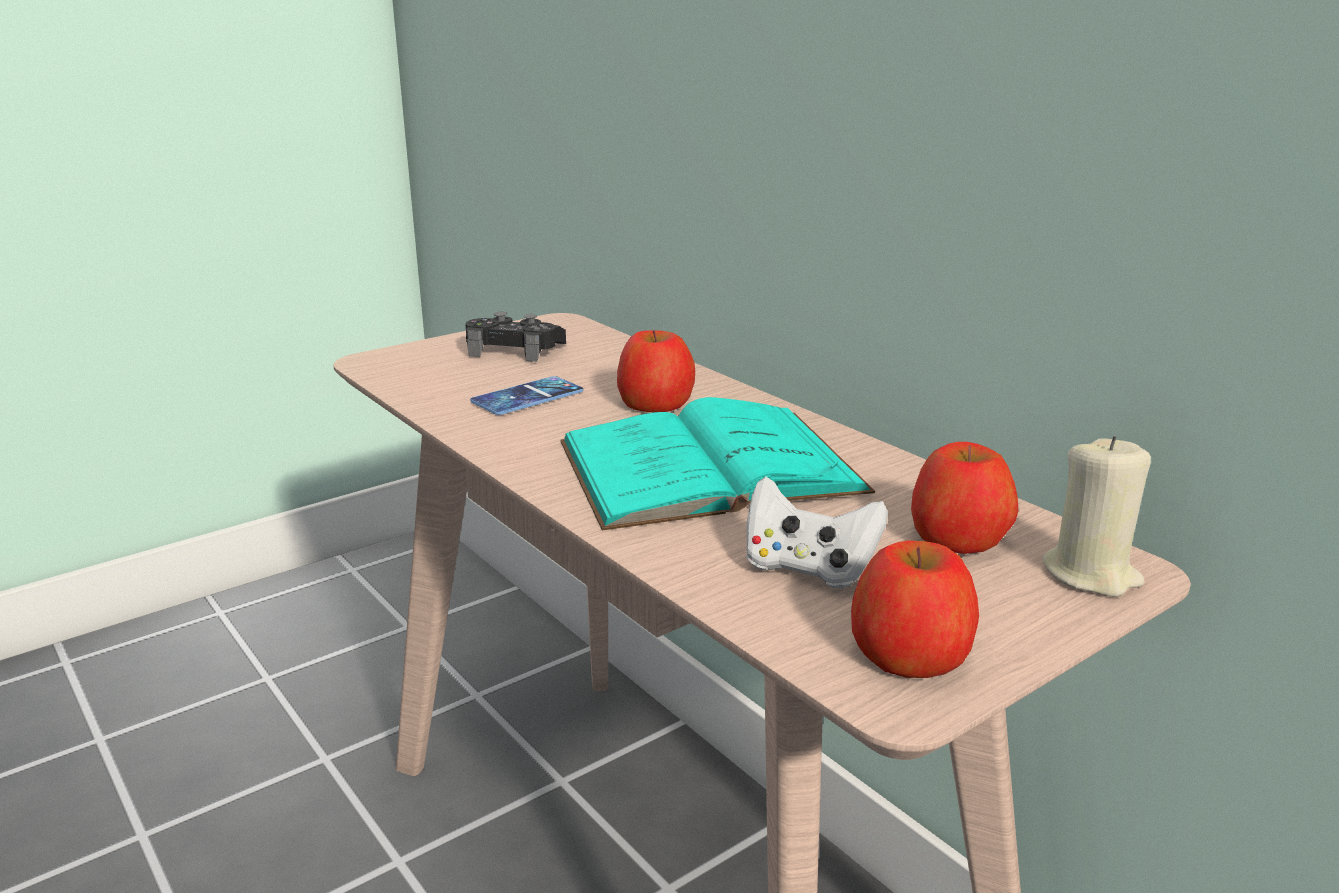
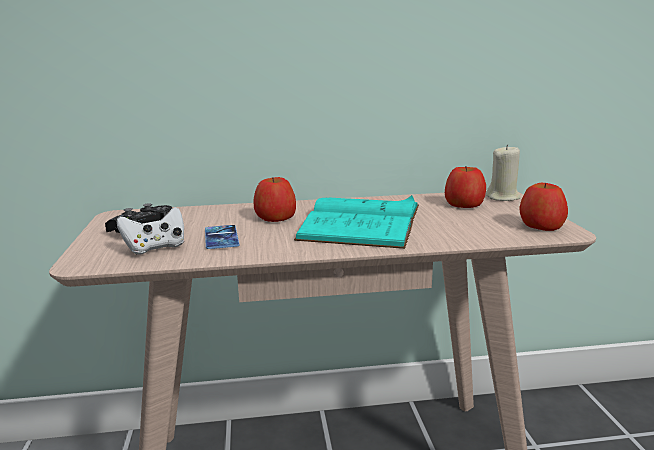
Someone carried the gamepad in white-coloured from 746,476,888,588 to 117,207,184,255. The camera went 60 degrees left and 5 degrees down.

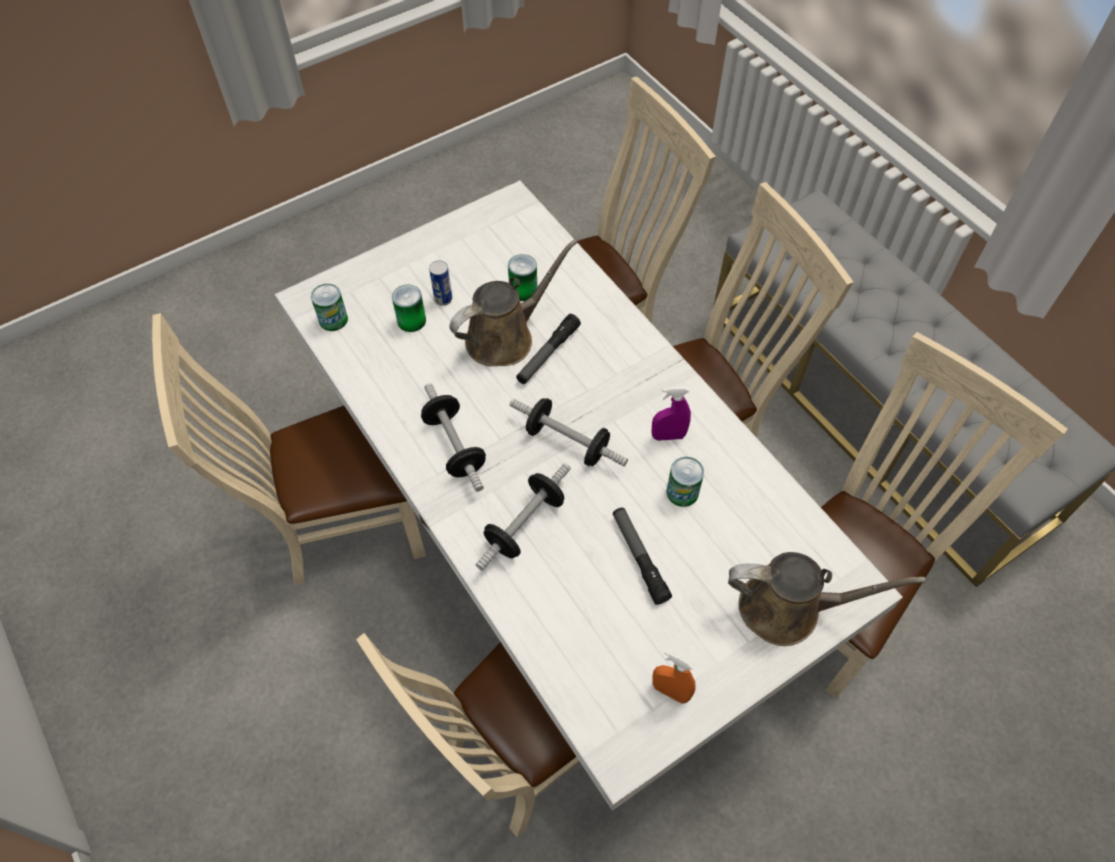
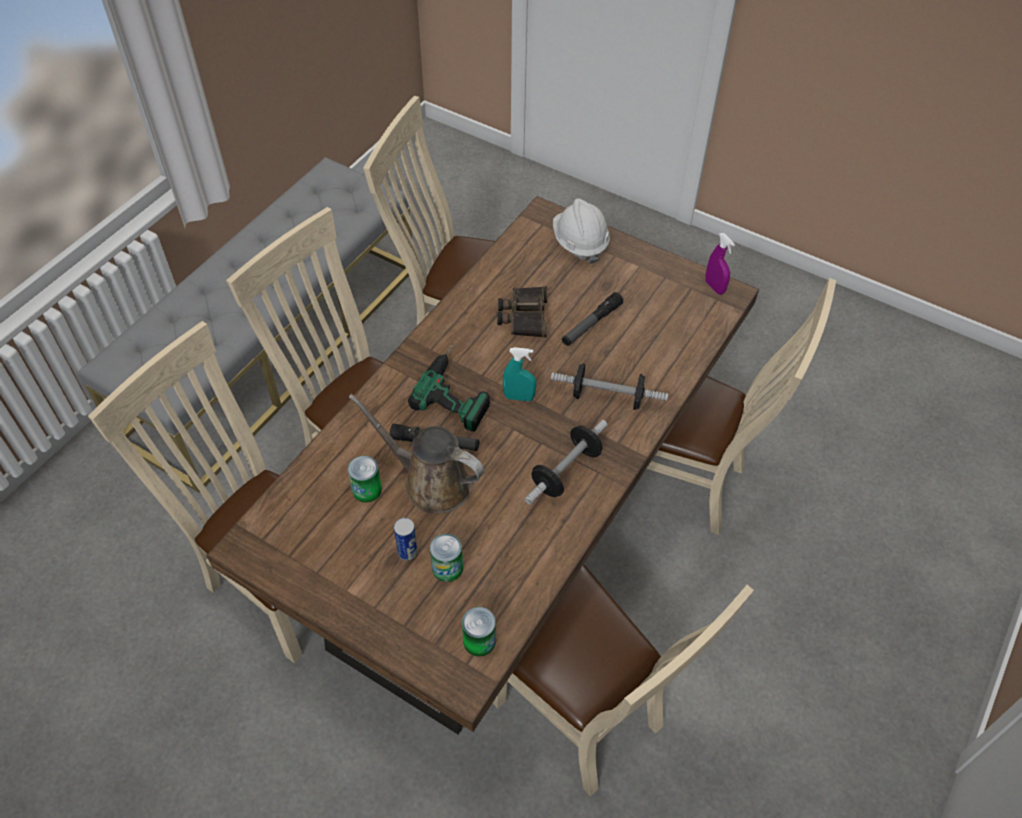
Someone repainted the dining table in white-coloured at 275,180,903,811, which became the dining table in brown-coloured at 206,196,759,734. Someone swapped the hand weight at 510,398,628,467 for the hand sprayer in turquoise at 503,347,536,401. Someone carried the hand sprayer in purplish from 652,387,691,441 to 705,233,735,295. Someone took away the hand sprayer in orange-coloured at 652,650,696,704. Someone swapped the can at 667,457,704,507 for the binoculars at 497,286,548,338. Someone swapped the watering pot in brown-coloured at 728,552,926,646 for the work helmet in white-coloured at 553,198,610,264. Someone put down the power drill at 408,345,490,431. The camera went 115 degrees left and 5 degrees down.

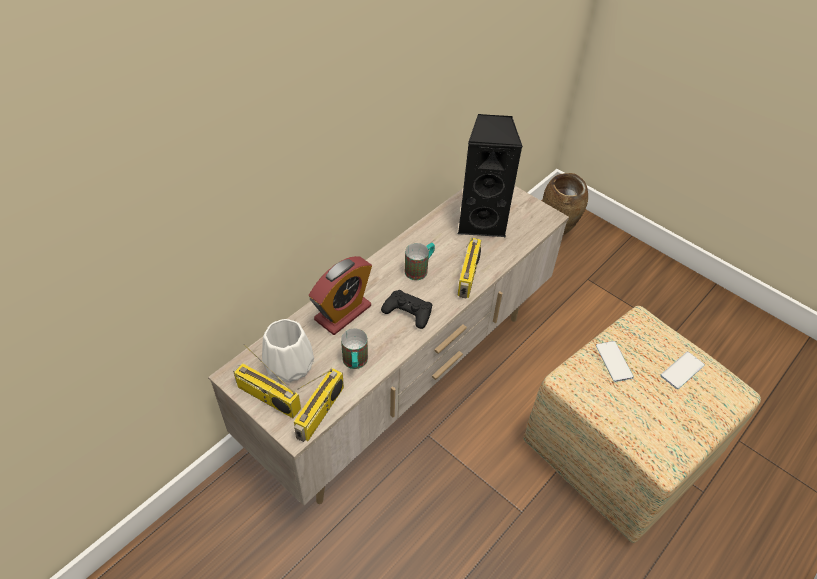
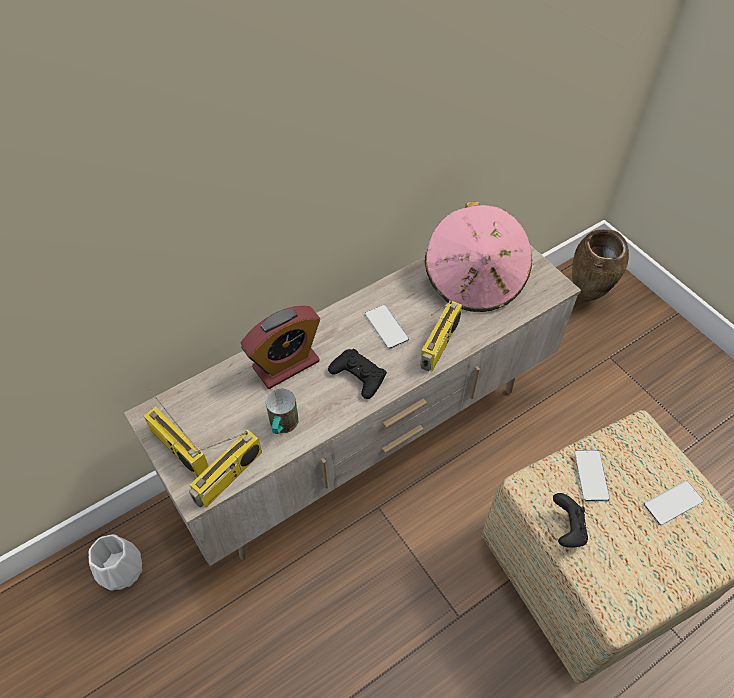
Someone carried the flower vase in white-coloured from 262,319,314,383 to 88,534,143,591. Someone swapped the mug at 405,243,435,280 for the telephone at 365,305,409,349. Someone swapped the audio speaker in black-coloured at 458,114,523,237 for the clothing hat in pink-coloured at 425,201,532,312. Someone put down the gamepad in black-coloured at 553,493,588,548. The camera went 15 degrees right and 5 degrees up.

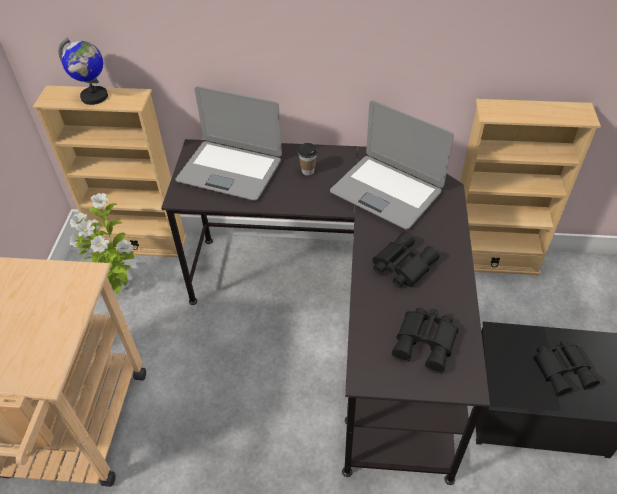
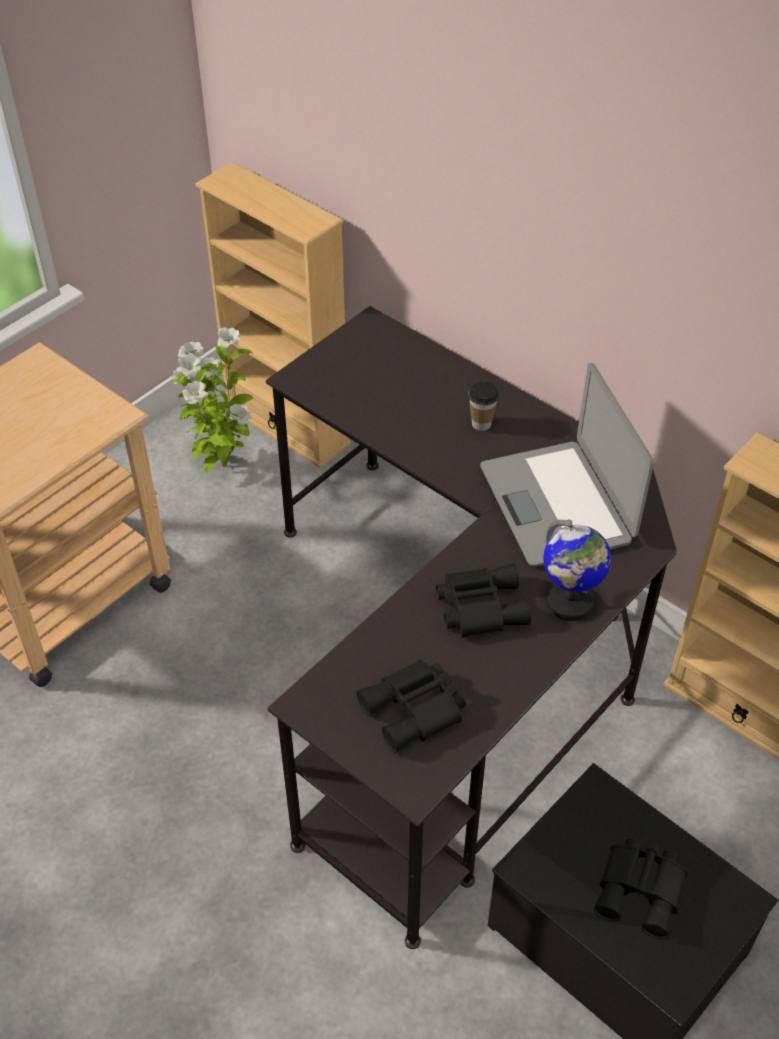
Someone carried the world globe from 58,37,108,105 to 543,520,611,621. Someone took away the portable computer at 175,86,282,201. The camera went 35 degrees right and 0 degrees up.

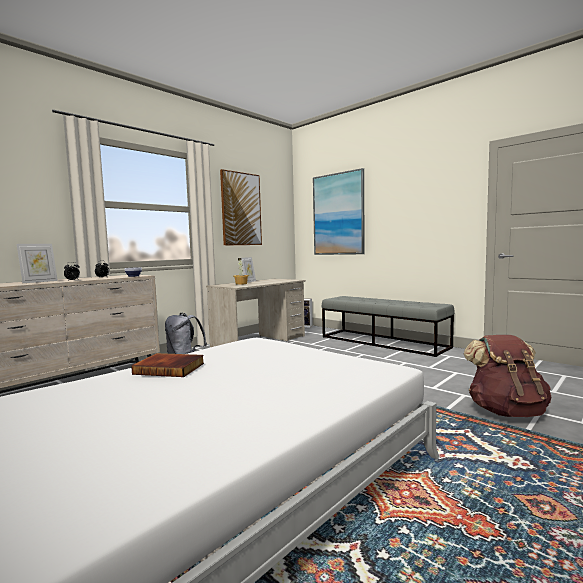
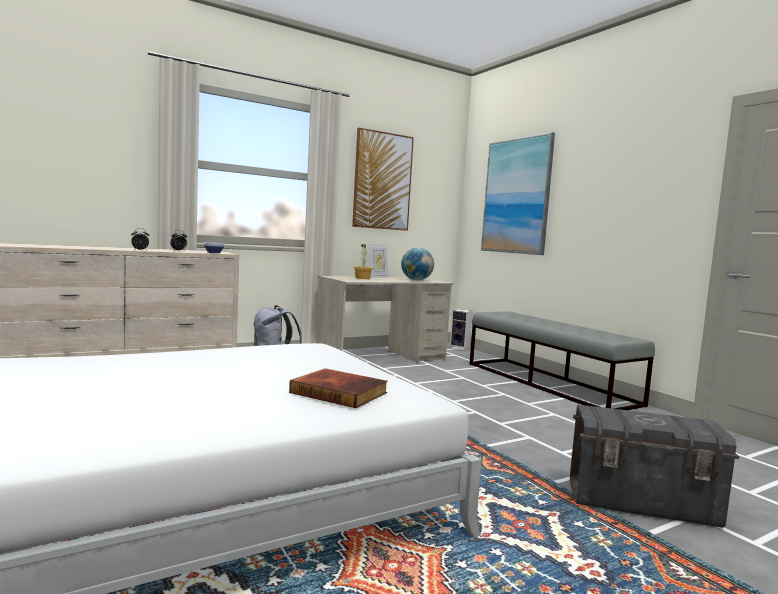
Someone took away the standing frame at 17,244,58,283. Someone carried the book from 131,353,204,377 to 289,368,388,408. Someone swapped the knapsack in brown-coloured at 464,335,551,417 for the storage box in greyish at 570,405,739,528. Someone put down the world globe at 401,247,434,280. The camera went 15 degrees right and 0 degrees up.

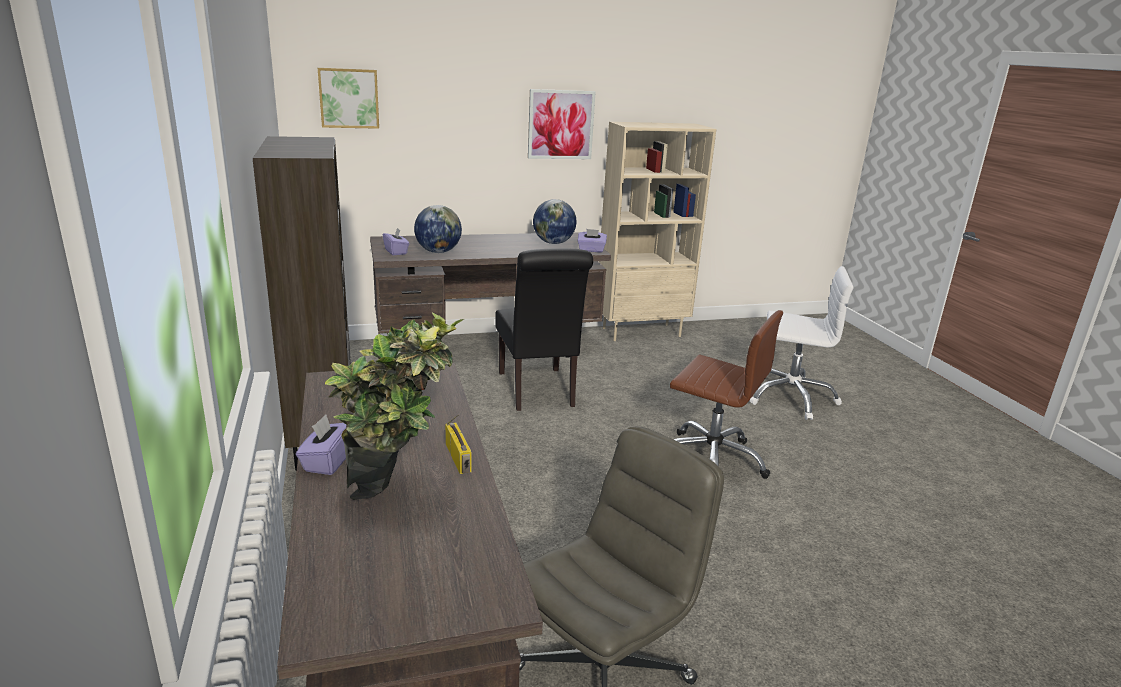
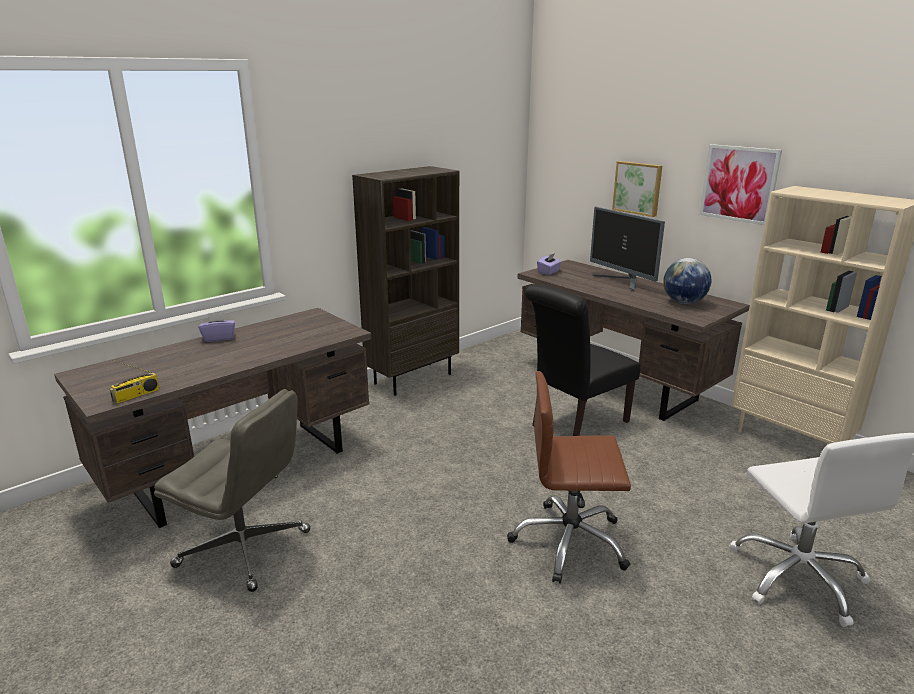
Someone carried the picture from 318,68,379,129 to 612,161,662,217. Someone took away the plant in a pot at 325,313,464,500. Someone took away the world globe at 414,205,462,253. Someone carried the radio from 445,414,471,474 to 109,360,160,404. Someone took away the tissue box in purplish at 578,229,607,252. Someone rotated the desk chair in brown-coloured at 670,310,783,479 by 90 degrees clockwise. Someone put down the computer display at 590,207,665,291. The camera went 65 degrees right and 0 degrees up.

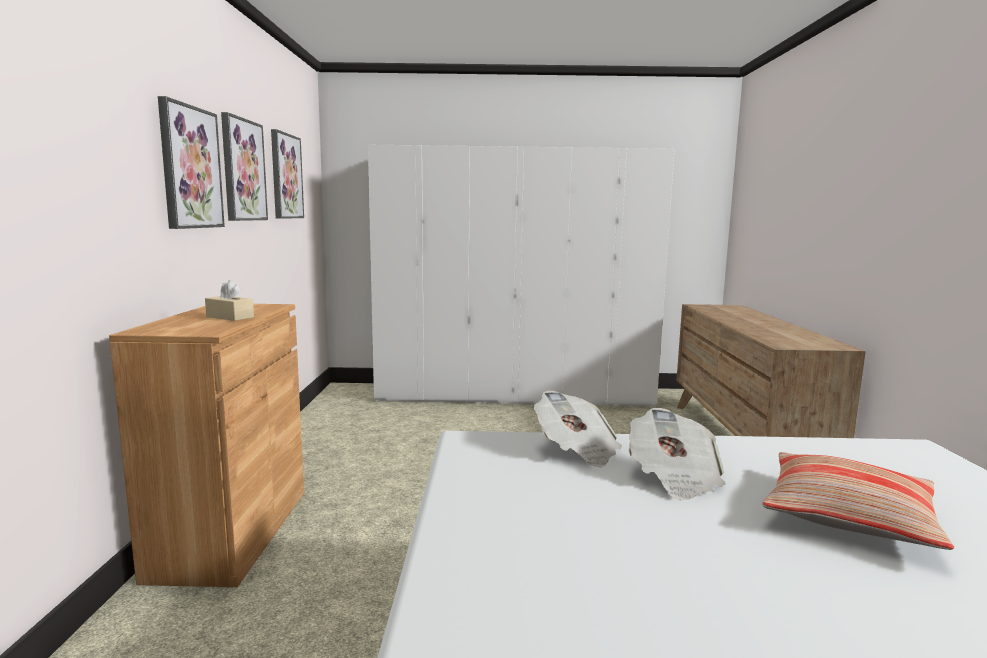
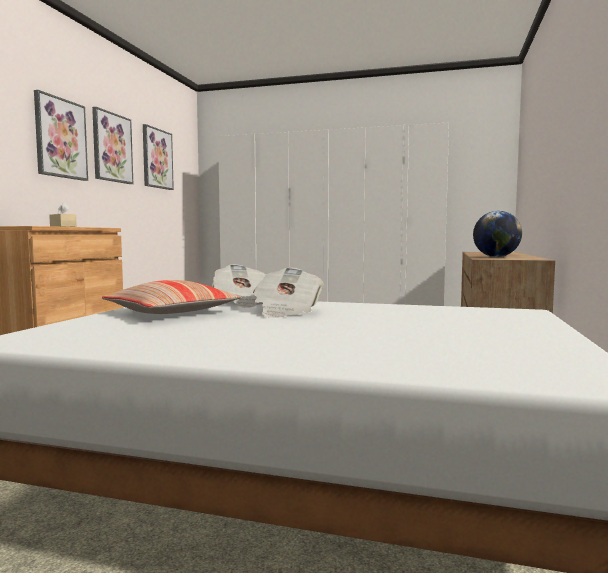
Someone carried the throw pillow from 762,452,954,550 to 102,280,242,314. Someone put down the world globe at 473,211,522,257. The camera went 15 degrees right and 5 degrees down.

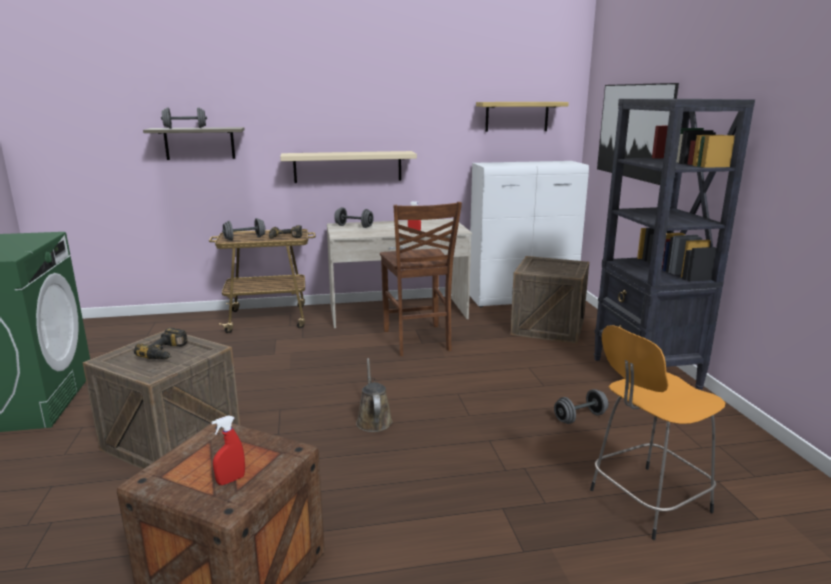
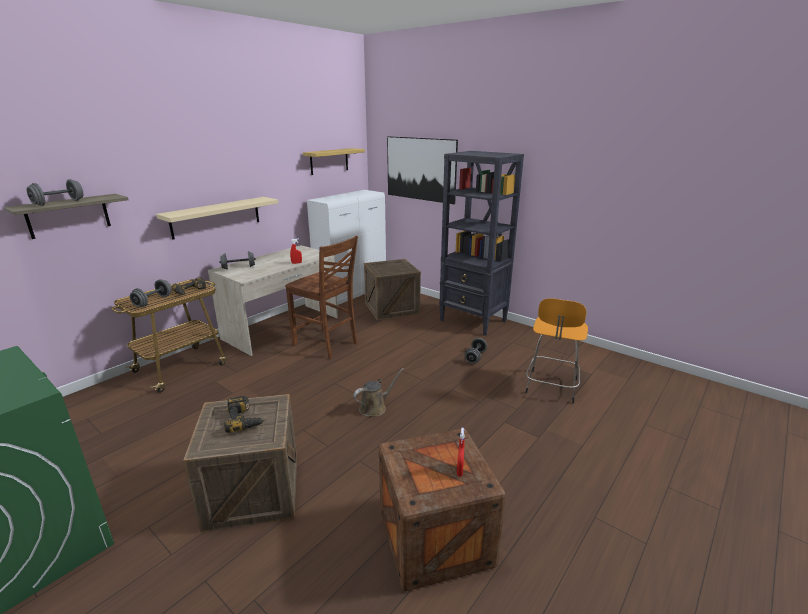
Someone rotated the watering pot in brown-coloured at 356,358,393,432 by 105 degrees clockwise. The camera went 40 degrees left and 5 degrees up.

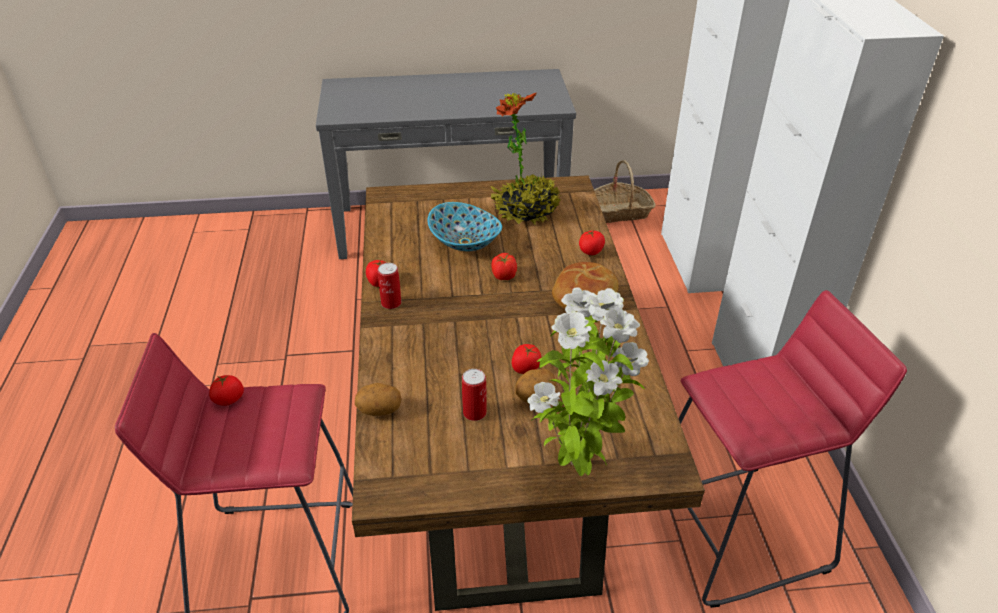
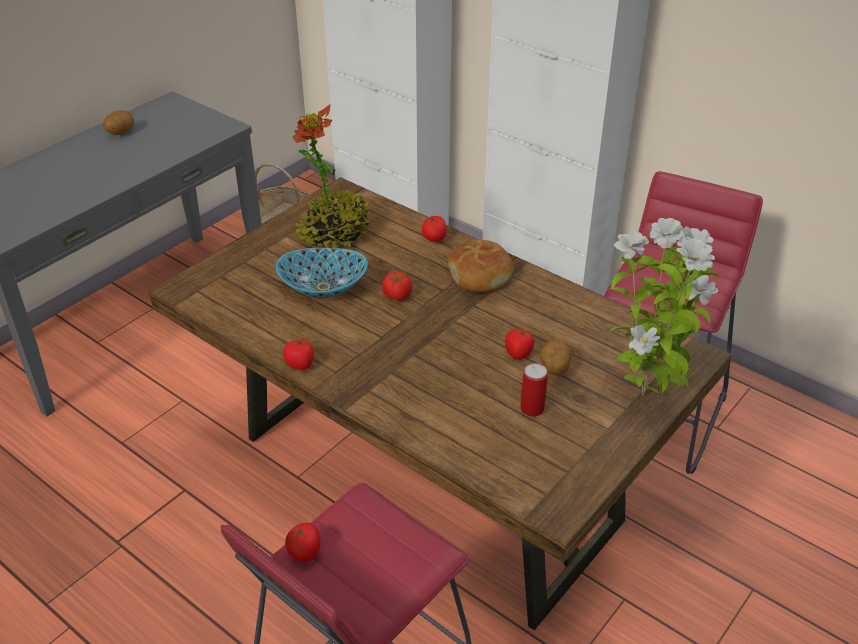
Someone carried the whole potato from 355,383,402,416 to 103,110,134,135. Someone took away the can at 377,263,401,309. The camera went 45 degrees left and 0 degrees up.

